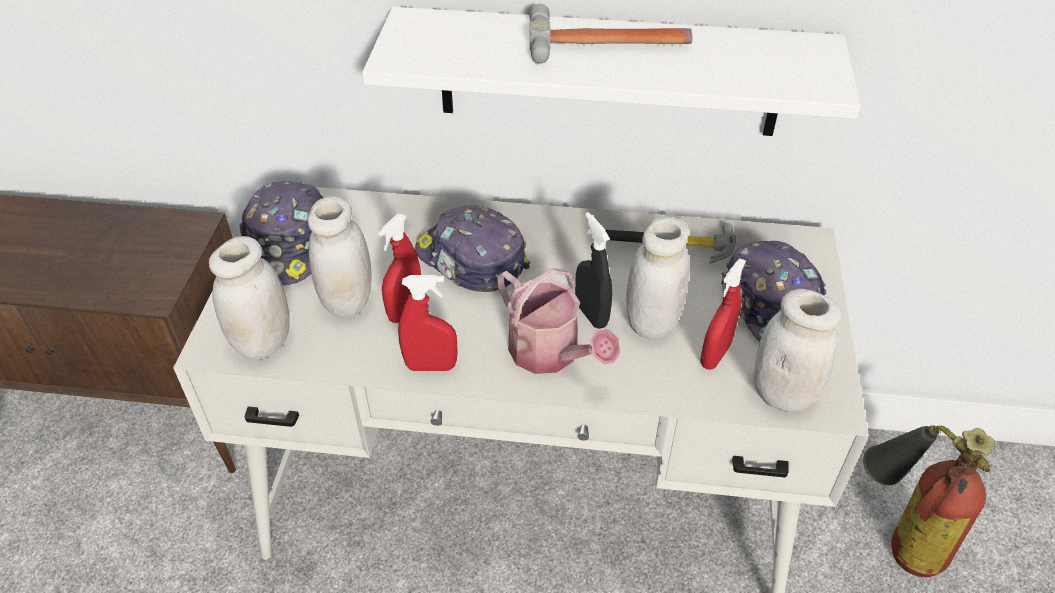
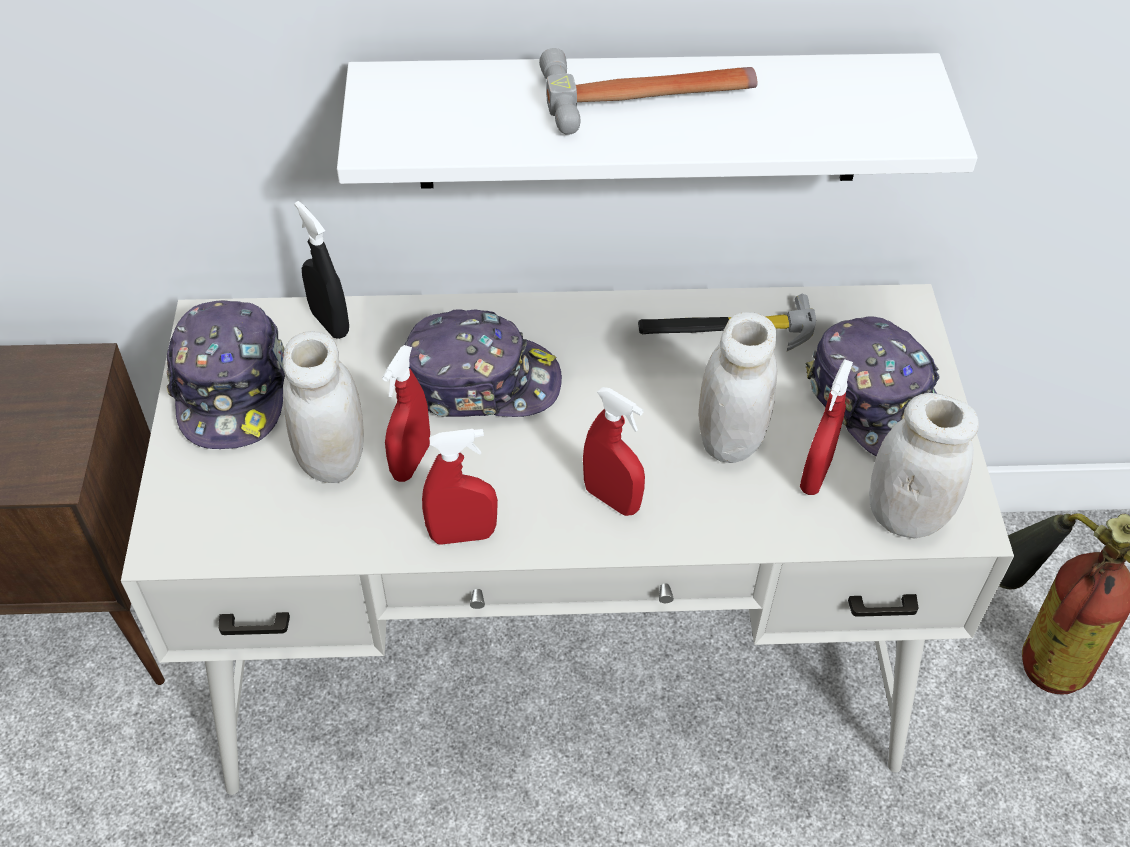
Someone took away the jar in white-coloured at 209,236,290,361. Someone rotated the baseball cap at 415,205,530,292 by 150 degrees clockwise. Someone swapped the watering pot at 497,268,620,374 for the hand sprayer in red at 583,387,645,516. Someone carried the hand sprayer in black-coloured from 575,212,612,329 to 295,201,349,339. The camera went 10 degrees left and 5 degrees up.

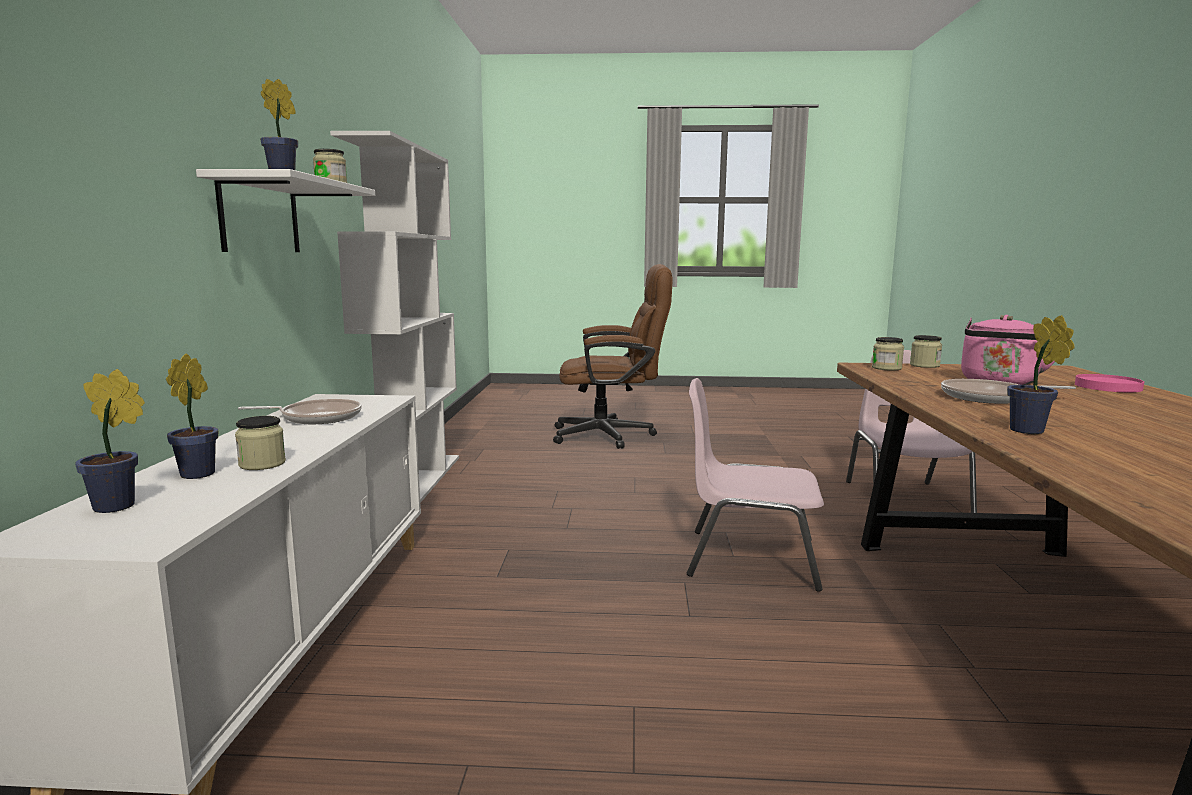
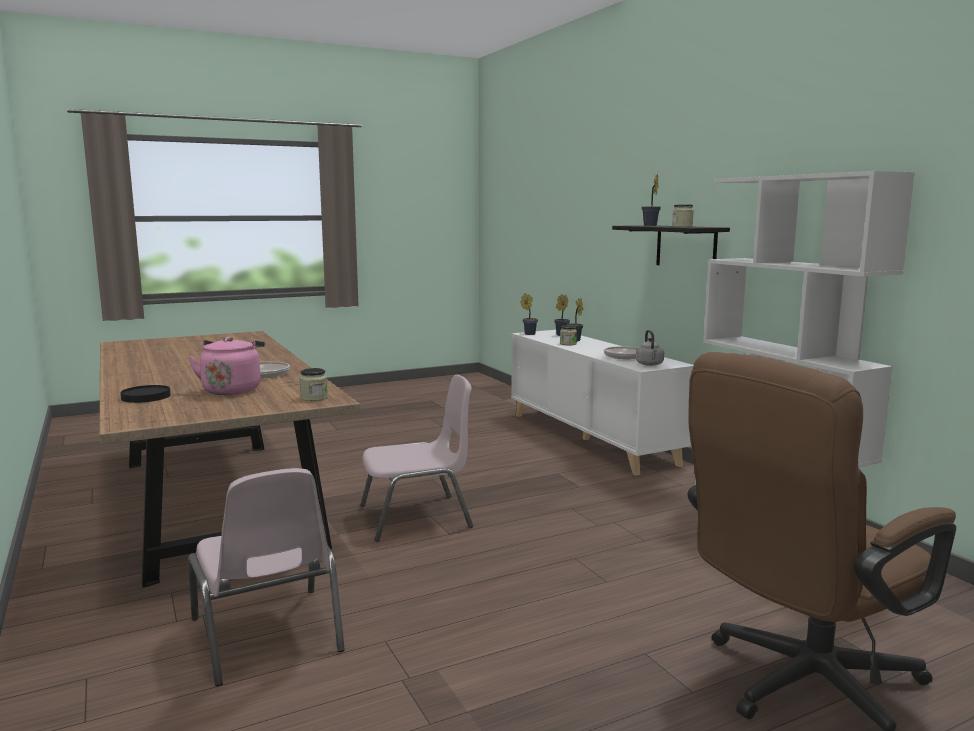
Someone repainted the wall shelf in white-coloured at 196,169,375,252, which became the wall shelf in black-coloured at 612,225,730,265. Someone took away the jar at 910,335,942,368. Someone carried the plant in a pot from 1007,315,1075,434 to 520,293,538,335. Someone repainted the plate in pink-coloured at 1075,374,1144,392, which became the plate in black-coloured at 120,385,171,403. Someone put down the kettle in greyish at 636,330,664,366. The camera went 150 degrees right and 0 degrees up.

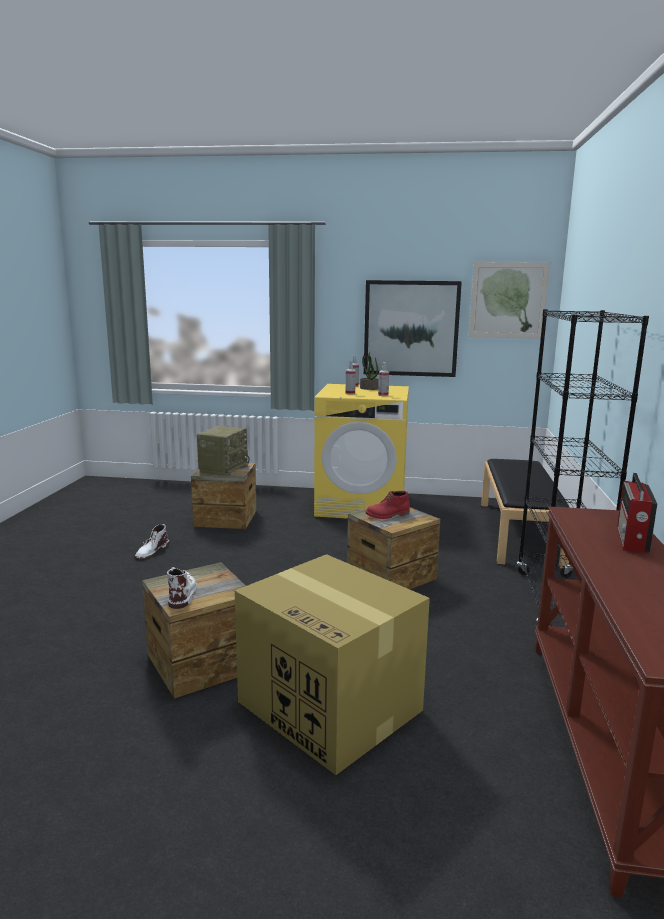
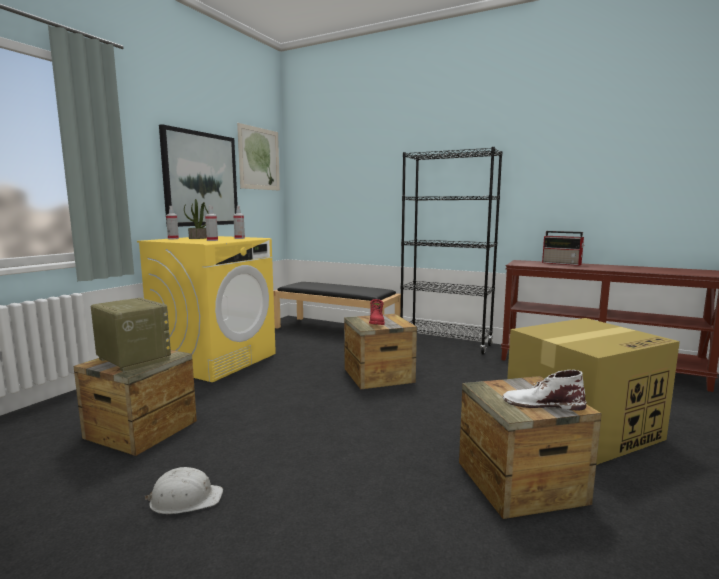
Someone swapped the boot in white-coloured at 135,524,169,559 for the work helmet in white-coloured at 145,467,223,514. The camera went 70 degrees left and 5 degrees down.

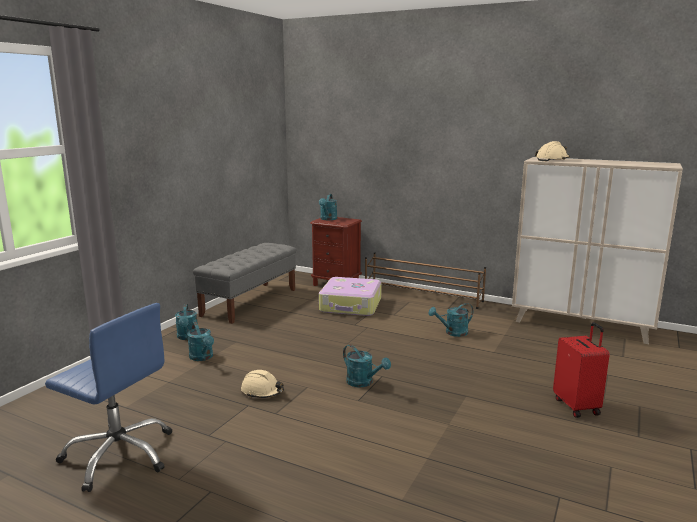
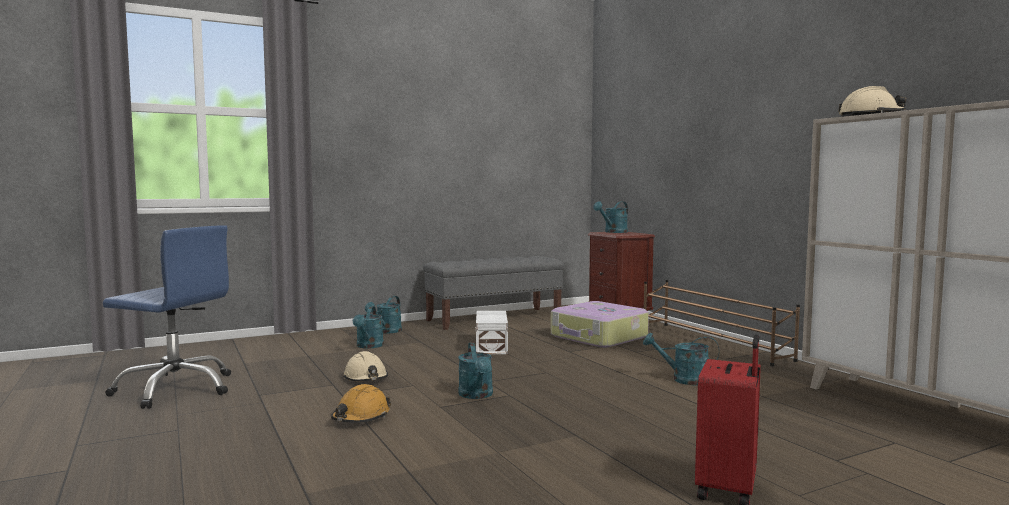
Someone rotated the desk chair in bluish at 45,303,172,492 by 45 degrees counterclockwise. Someone put down the work helmet in orange-coloured at 331,384,391,423. Someone put down the storage box in white-coloured at 476,311,508,354. The camera went 35 degrees right and 10 degrees down.

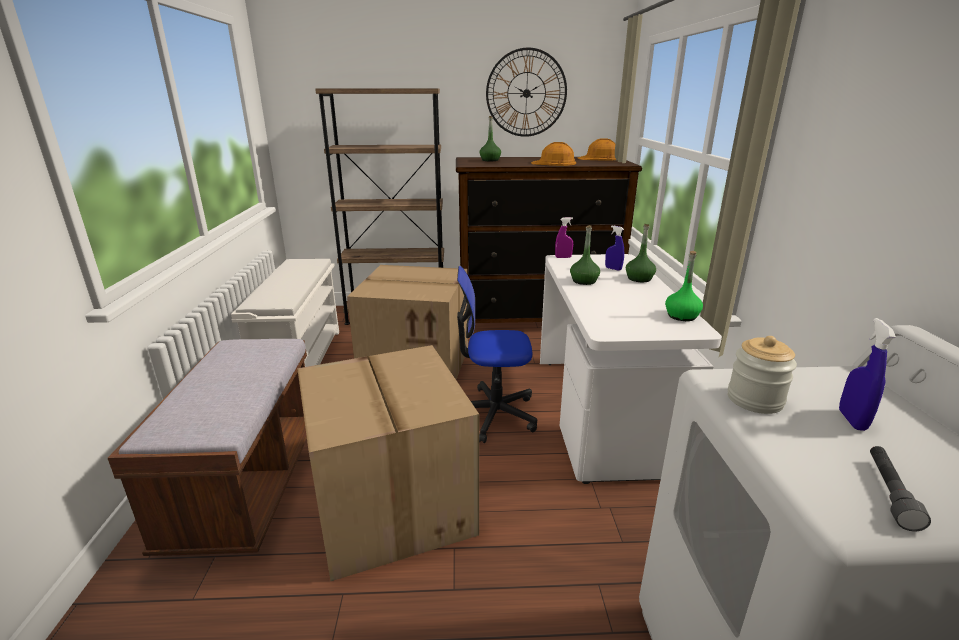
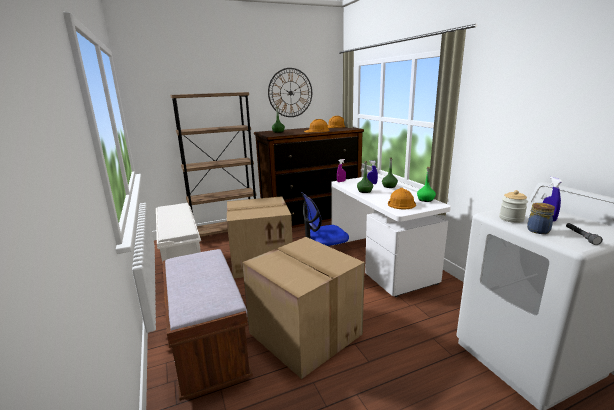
Someone put down the work helmet in orange-coloured at 388,188,416,209. Someone put down the jar at 527,203,555,234. The camera went 20 degrees left and 5 degrees down.

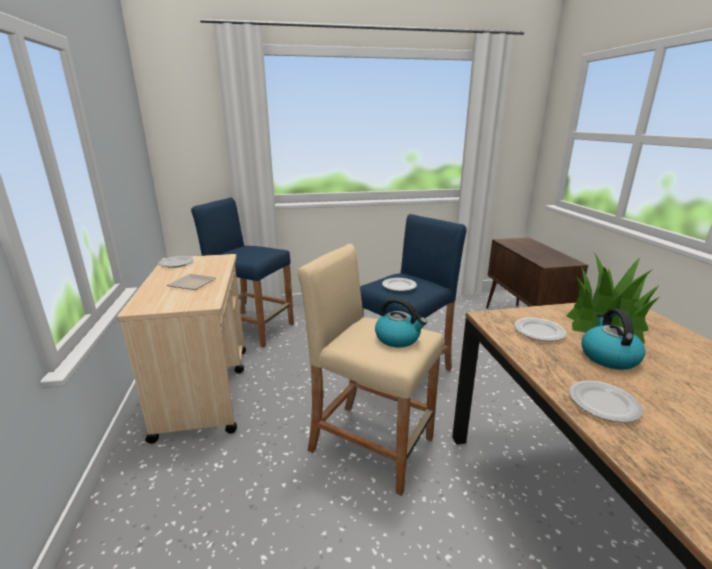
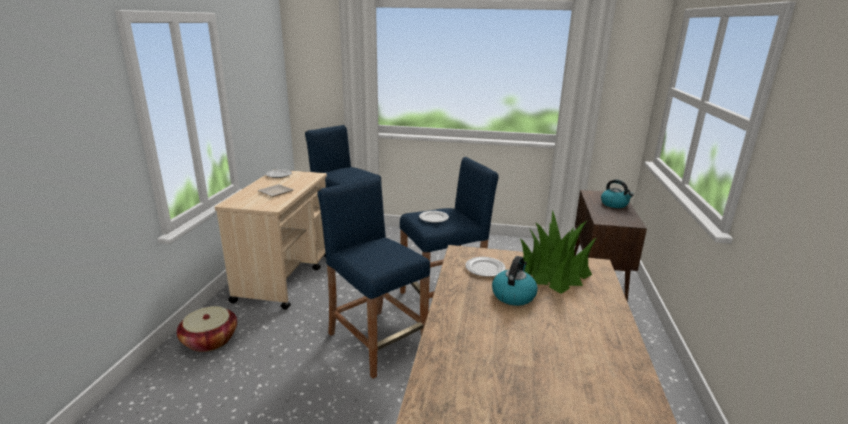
Someone repainted the sitting stool in beige-coloured at 298,244,444,496, which became the sitting stool in bluish at 317,176,430,379. Someone carried the kettle from 375,298,427,347 to 601,179,634,208. Someone took away the plate at 569,381,643,423. Someone put down the household basket at 177,306,237,352. The camera went 20 degrees right and 0 degrees up.

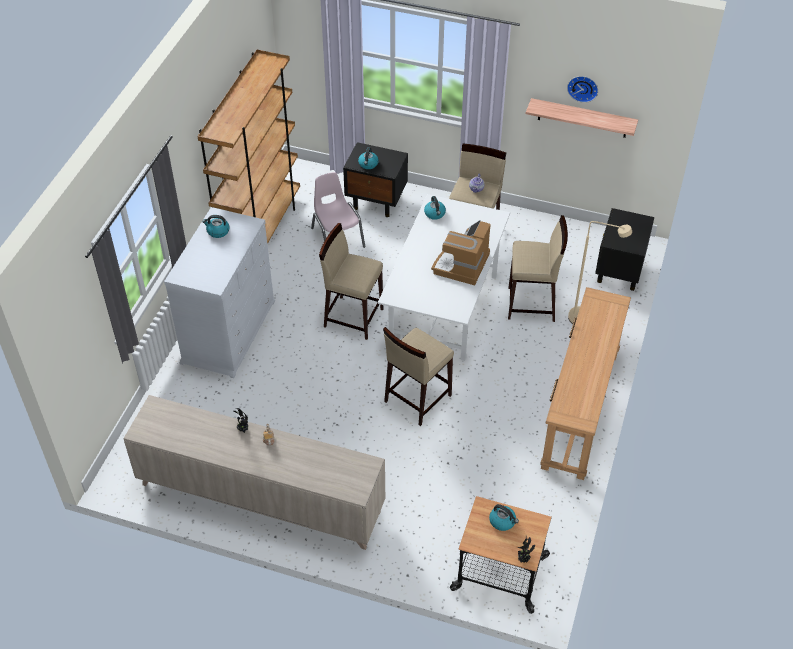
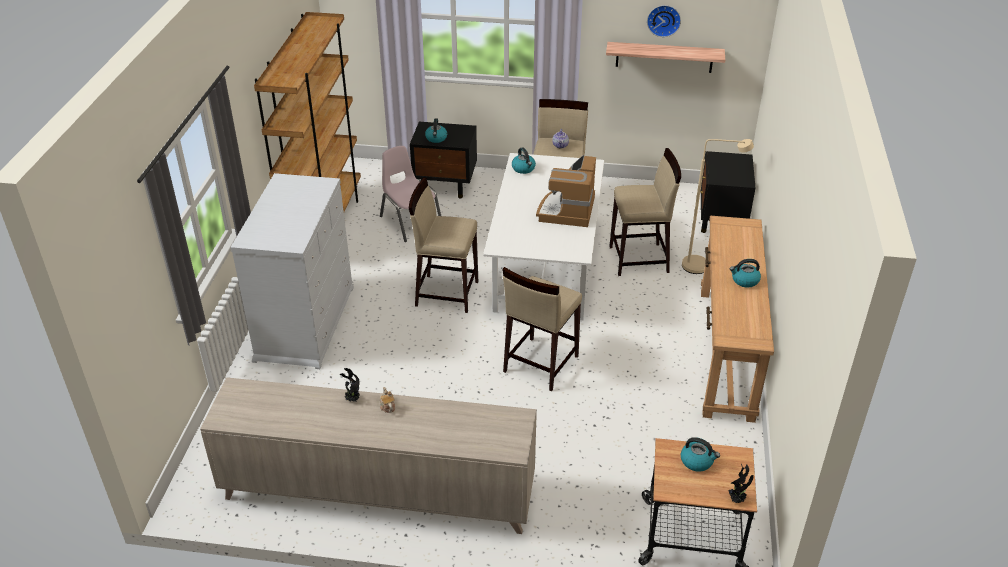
Someone carried the kettle from 202,215,230,238 to 730,259,761,288. The camera went 10 degrees left and 10 degrees down.

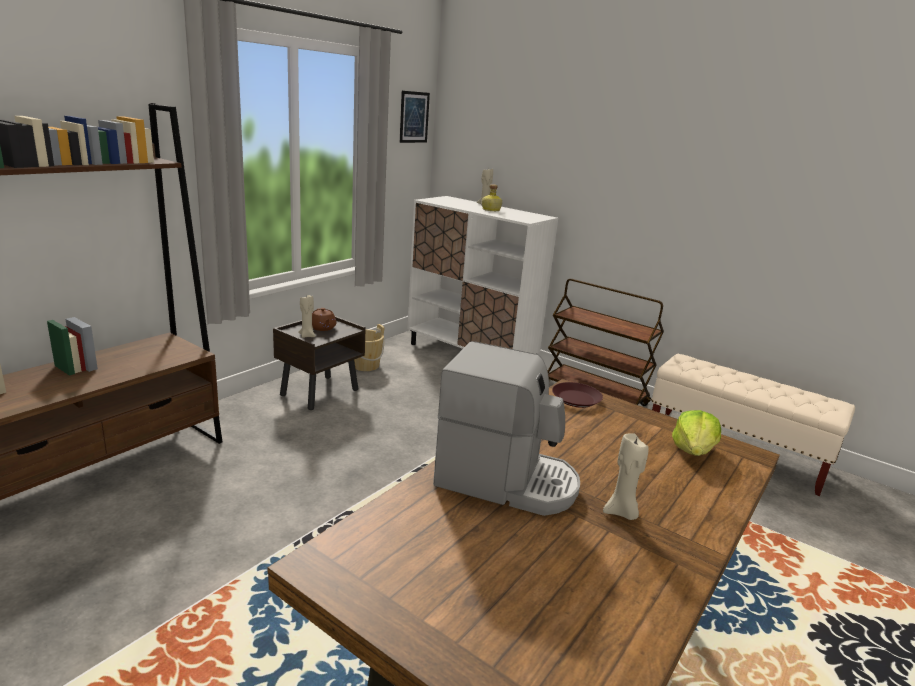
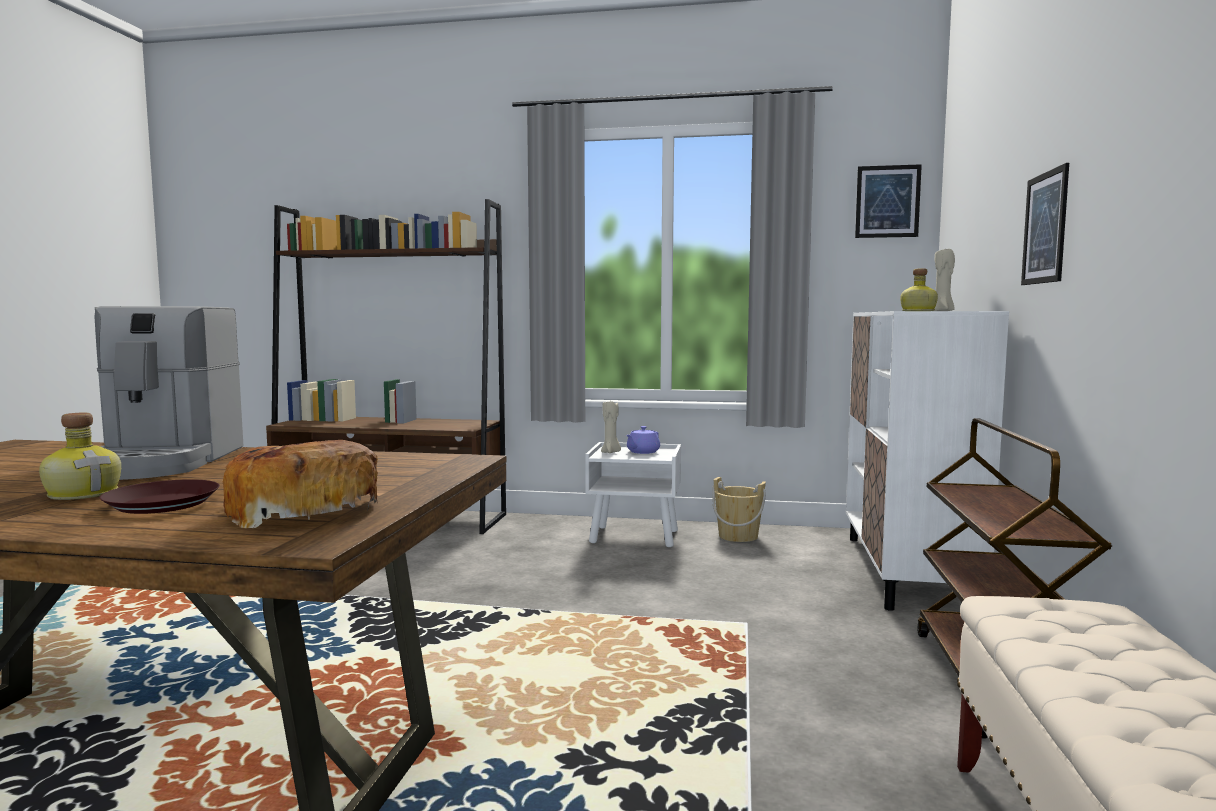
Someone repainted the nightstand in brown-coloured at 273,316,366,410, which became the nightstand in white-coloured at 585,442,681,547. Someone repainted the tea pot in brown-coloured at 312,308,336,331, which became the tea pot in purplish at 626,426,660,454. Someone carried the plate in brown-coloured from 552,382,603,408 to 99,479,220,514. Someone swapped the wax candle in beige-coloured at 603,433,649,520 for the beverage bottle at 39,412,121,500. Someone swapped the head of lettuce at 672,410,721,456 for the bakery bread at 223,440,378,528. Someone put up the picture at 1021,163,1069,285. The camera went 65 degrees right and 15 degrees down.

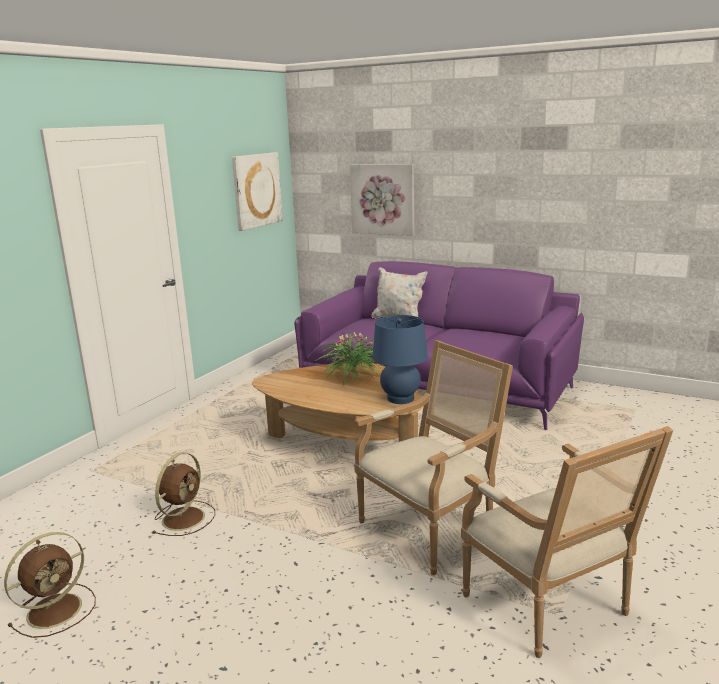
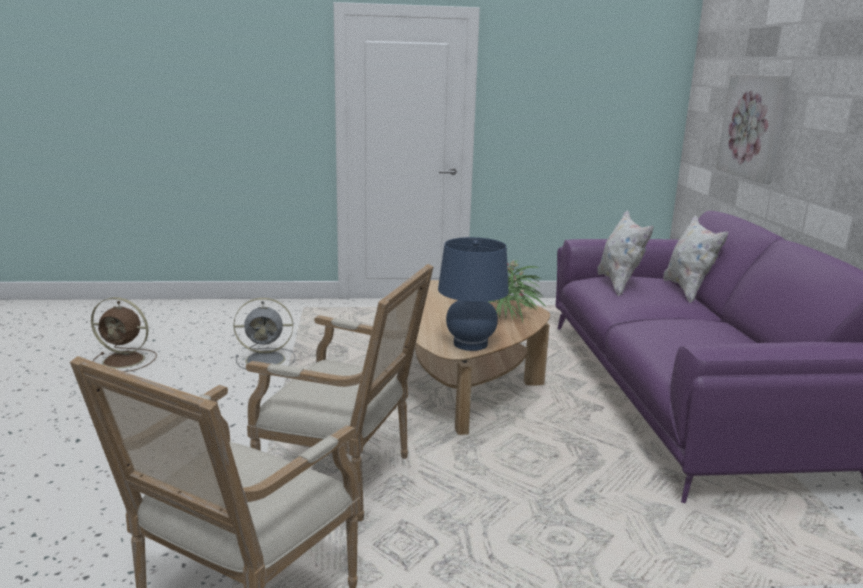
Someone repainted the cooling fan in brown-coloured at 152,452,215,536, which became the cooling fan in greyish at 233,298,295,369. Someone took away the picture at 232,152,283,231. Someone put down the throw pillow in white-coloured at 597,210,654,296. The camera went 55 degrees right and 0 degrees up.

